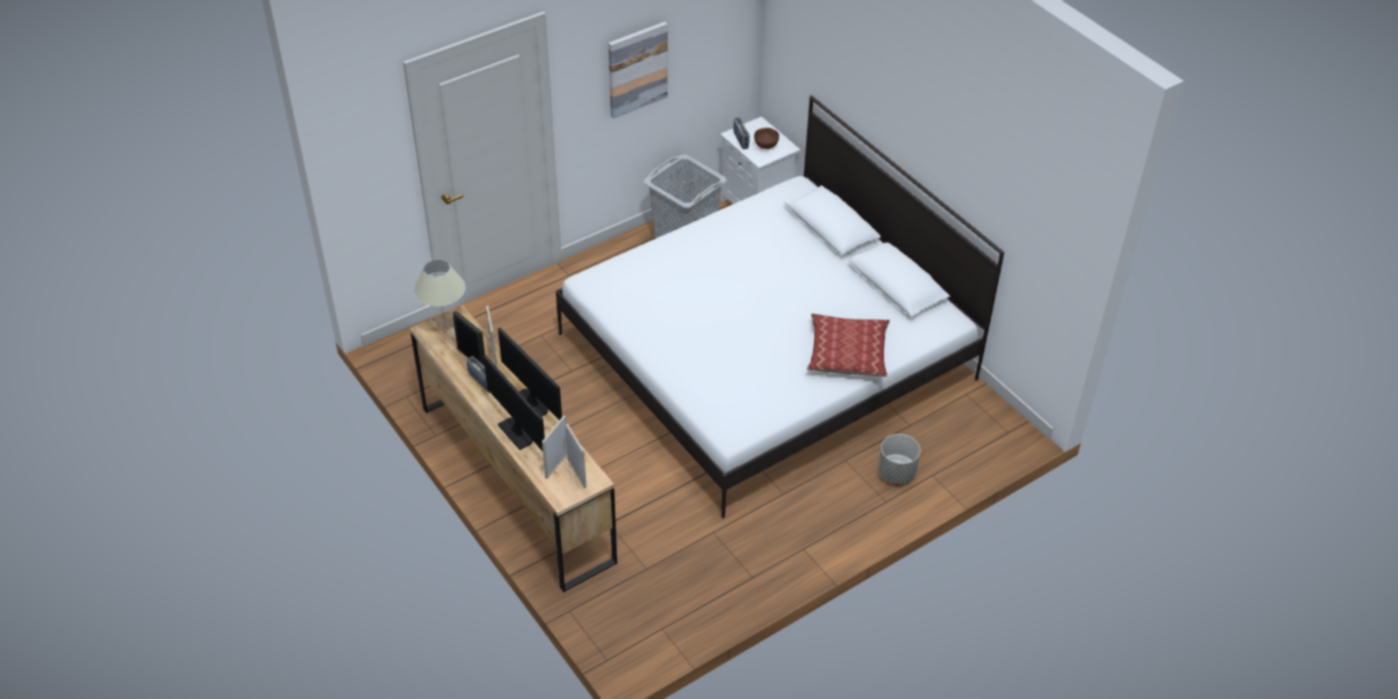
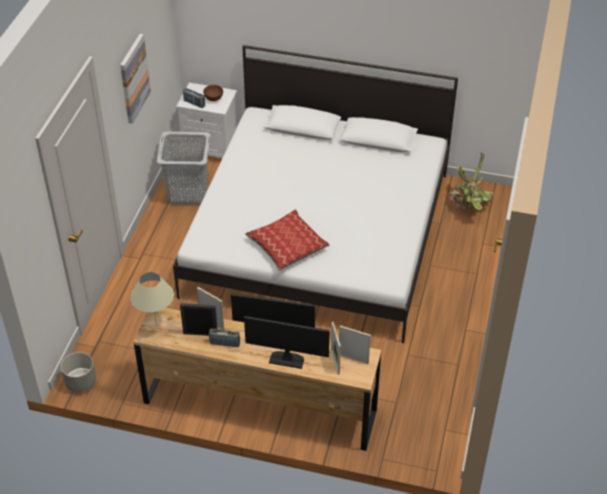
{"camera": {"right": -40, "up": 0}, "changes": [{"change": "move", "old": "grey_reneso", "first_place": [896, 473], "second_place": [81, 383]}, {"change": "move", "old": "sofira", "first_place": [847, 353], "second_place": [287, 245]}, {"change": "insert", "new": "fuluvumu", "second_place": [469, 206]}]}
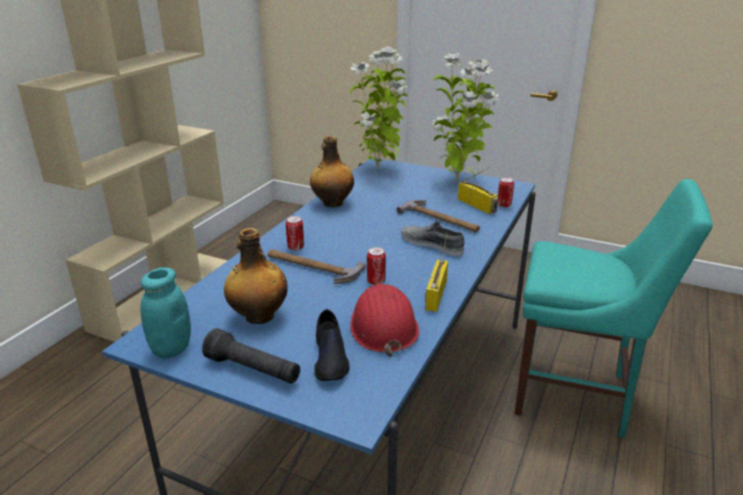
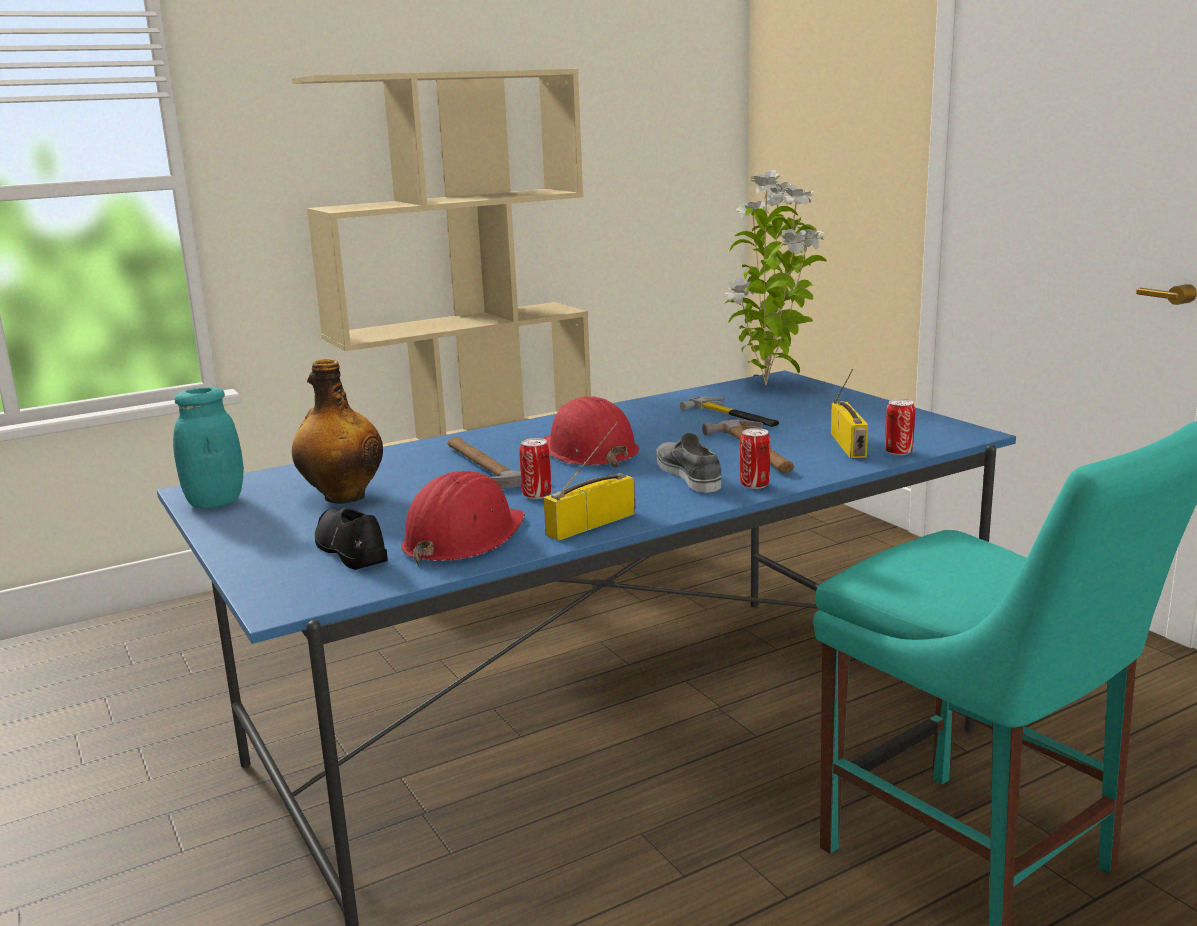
{"camera": {"right": 35, "up": -10}, "changes": [{"change": "rotate", "old": "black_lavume", "first_place": [330, 358], "second_place": [350, 549], "degrees": 120}, {"change": "insert", "new": "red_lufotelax", "second_place": [589, 451]}, {"change": "insert", "new": "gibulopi", "second_place": [733, 416]}, {"change": "move", "old": "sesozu", "first_place": [295, 247], "second_place": [754, 485]}, {"change": "delete", "old": "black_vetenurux", "first_place": [253, 370]}, {"change": "delete", "old": "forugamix", "first_place": [332, 203]}, {"change": "delete", "old": "fuluvumu", "first_place": [458, 182]}]}
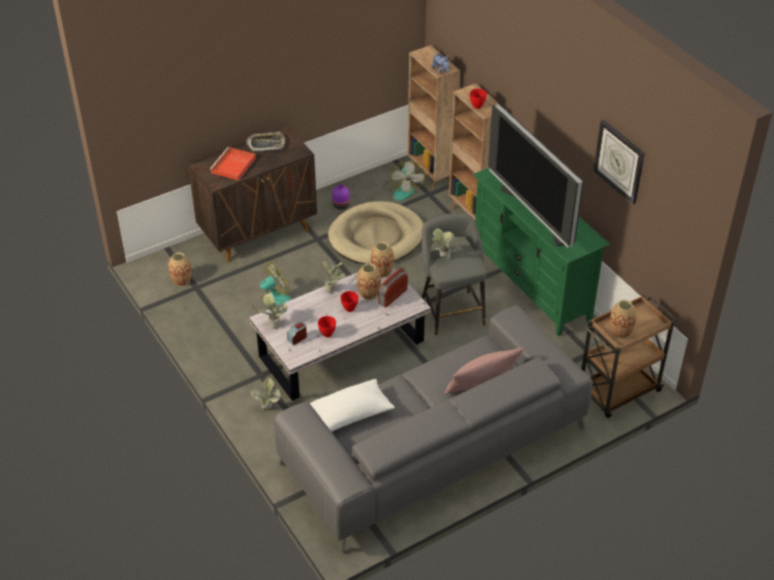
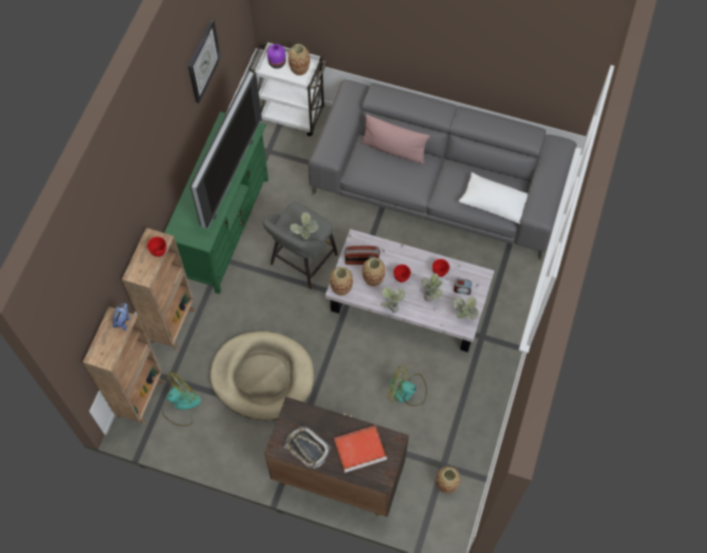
{"camera": {"right": -130, "up": 20}, "changes": [{"change": "recolor", "old": "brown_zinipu", "new": "white_zinipu", "first_place": [618, 392], "second_place": [292, 115]}, {"change": "move", "old": "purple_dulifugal", "first_place": [341, 205], "second_place": [276, 63]}, {"change": "move", "old": "fuluvumu", "first_place": [267, 409], "second_place": [430, 295]}]}
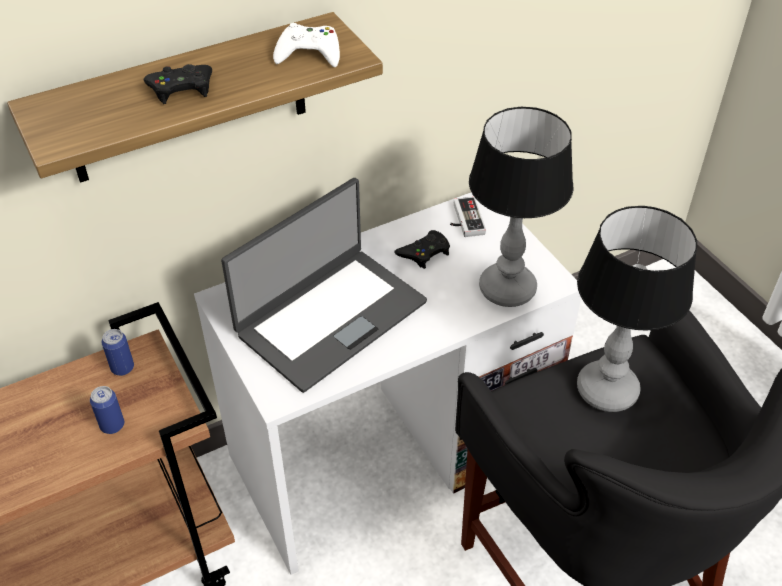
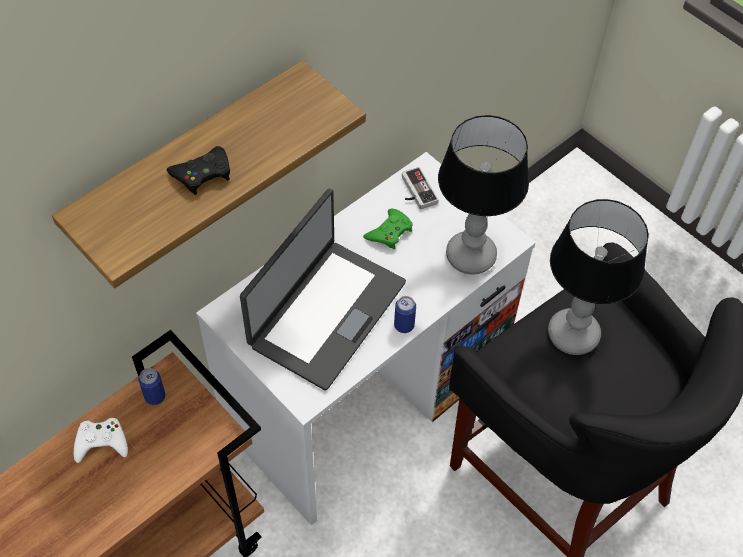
{"camera": {"right": -15, "up": 10}, "changes": [{"change": "move", "old": "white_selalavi", "first_place": [309, 53], "second_place": [101, 442]}, {"change": "recolor", "old": "black_selalavi", "new": "green_selalavi", "first_place": [424, 253], "second_place": [389, 232]}, {"change": "move", "old": "sesozu", "first_place": [112, 425], "second_place": [404, 325]}]}
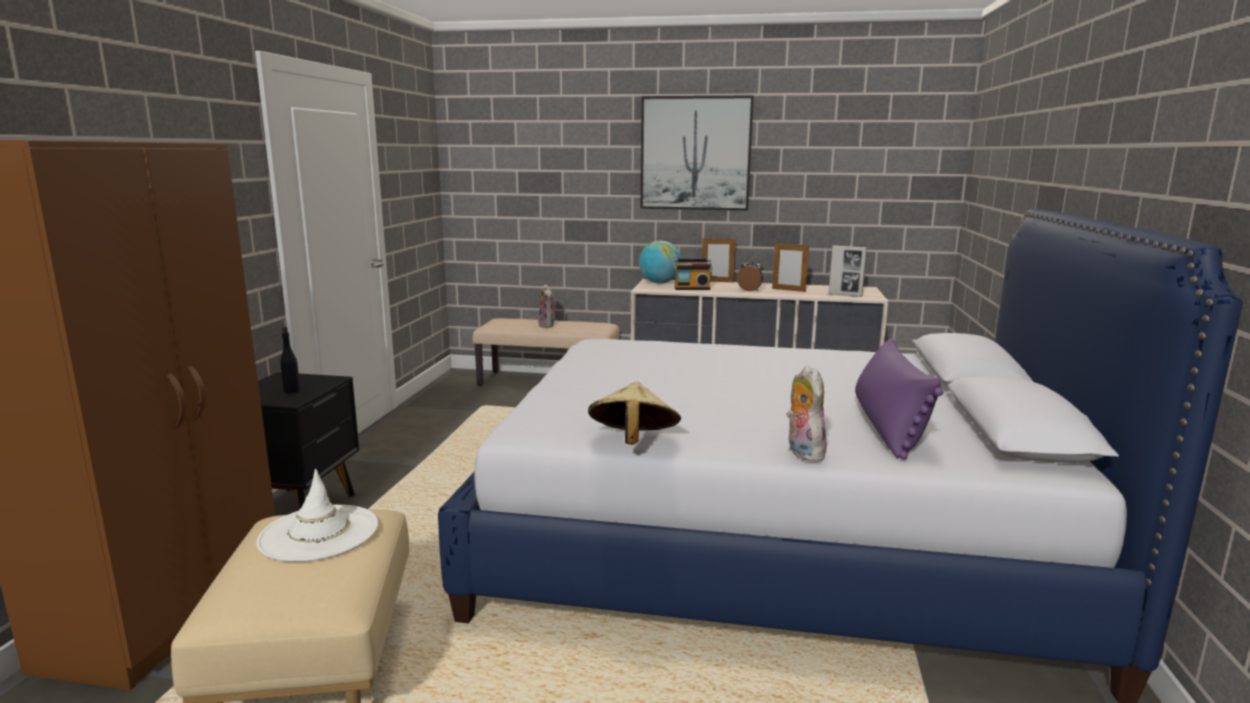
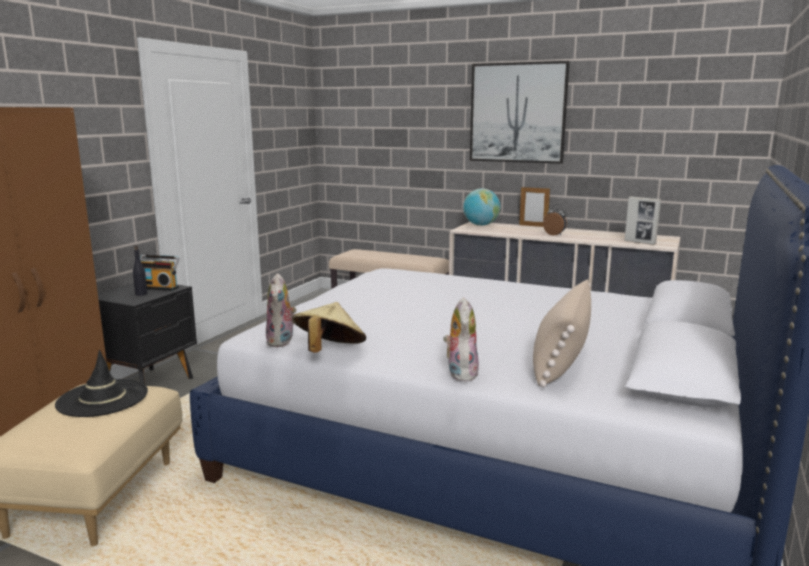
{"camera": {"right": 15, "up": 0}, "changes": [{"change": "recolor", "old": "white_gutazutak", "new": "black_gutazutak", "first_place": [319, 533], "second_place": [102, 398]}, {"change": "move", "old": "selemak", "first_place": [692, 288], "second_place": [160, 287]}, {"change": "move", "old": "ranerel", "first_place": [548, 325], "second_place": [282, 342]}, {"change": "recolor", "old": "purple_sofira", "new": "beige_sofira", "first_place": [888, 427], "second_place": [561, 359]}, {"change": "delete", "old": "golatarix", "first_place": [788, 290]}]}
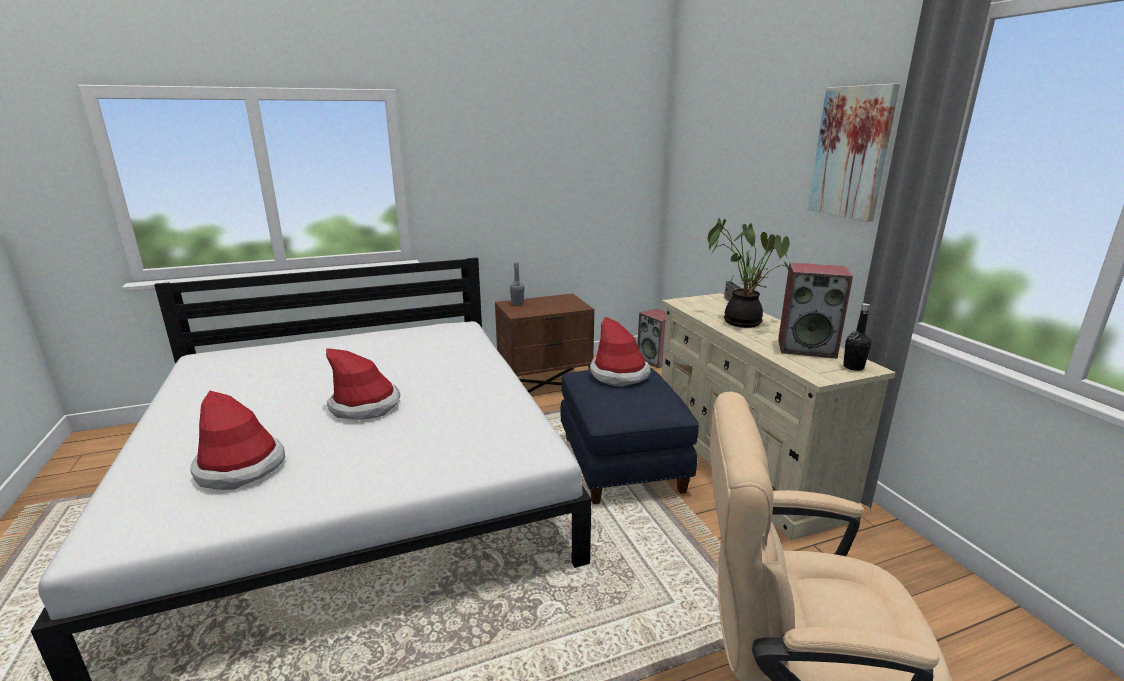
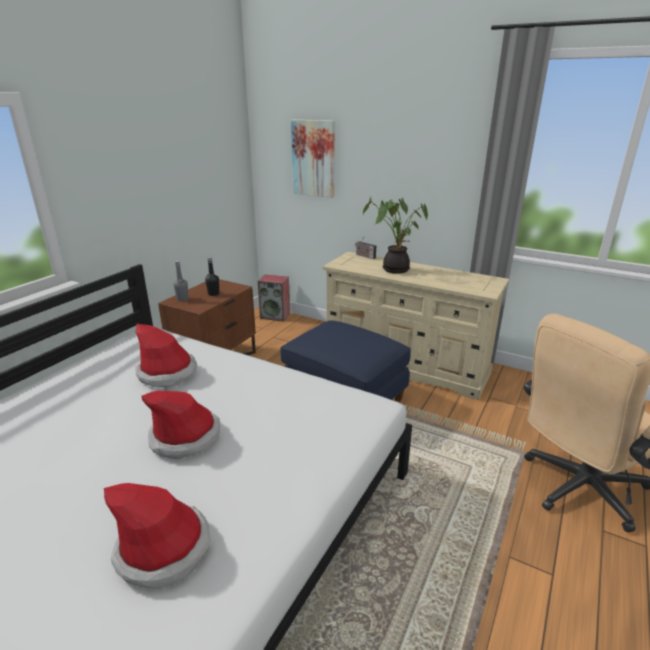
{"camera": {"right": -40, "up": 5}, "changes": [{"change": "move", "old": "gutazutak", "first_place": [619, 374], "second_place": [167, 373]}, {"change": "move", "old": "black_forugamix", "first_place": [853, 367], "second_place": [213, 294]}, {"change": "move", "old": "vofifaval", "first_place": [852, 152], "second_place": [313, 158]}, {"change": "delete", "old": "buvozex", "first_place": [807, 348]}]}
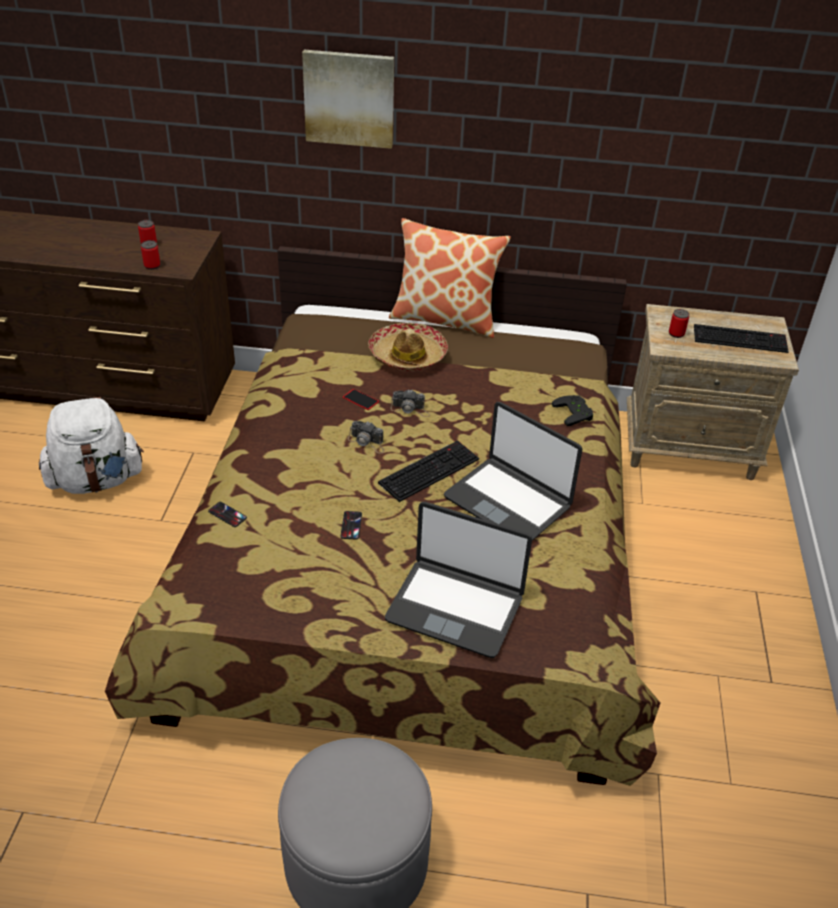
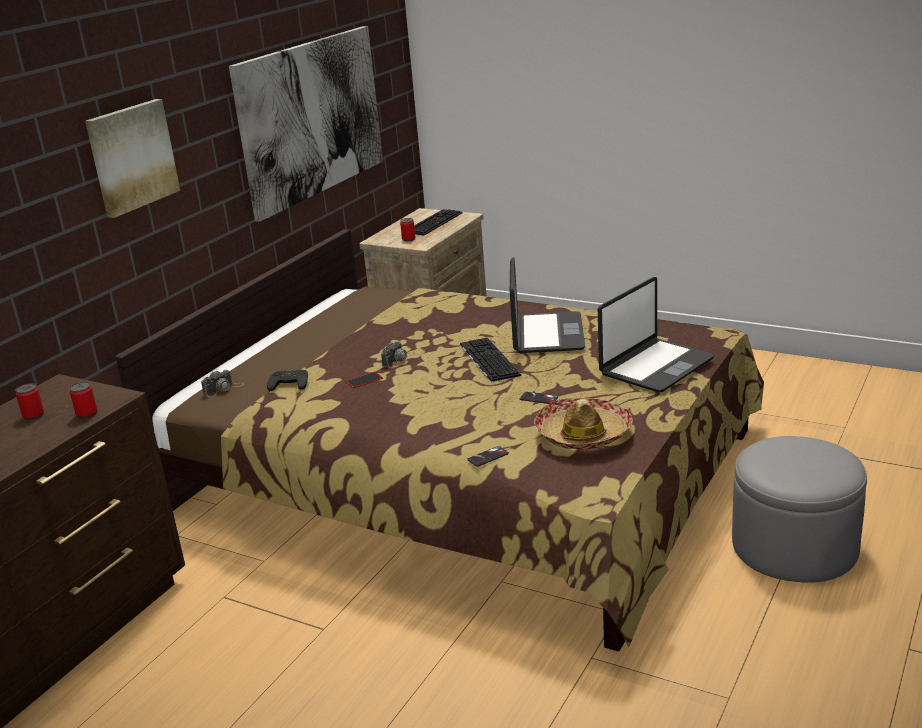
{"camera": {"right": -65, "up": -15}, "changes": [{"change": "move", "old": "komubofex", "first_place": [367, 442], "second_place": [223, 388]}, {"change": "insert", "new": "vofifaval", "second_place": [311, 118]}, {"change": "move", "old": "black_selalavi", "first_place": [575, 413], "second_place": [290, 382]}, {"change": "rotate", "old": "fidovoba", "first_place": [508, 501], "second_place": [546, 334], "degrees": -60}, {"change": "move", "old": "gutazutak", "first_place": [407, 356], "second_place": [583, 434]}, {"change": "delete", "old": "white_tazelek", "first_place": [96, 480]}, {"change": "delete", "old": "sofira", "first_place": [445, 319]}]}
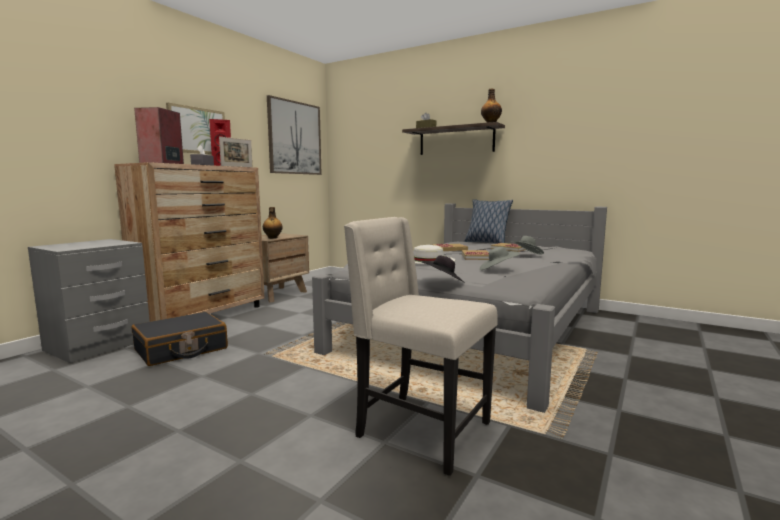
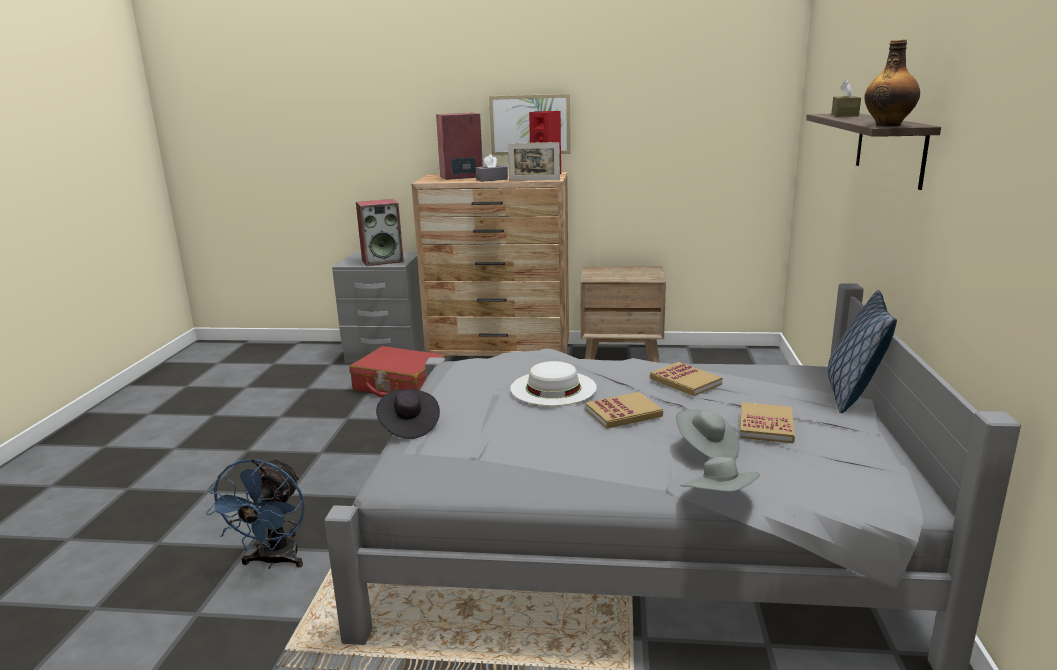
{"camera": {"right": 65, "up": 10}, "changes": [{"change": "replace", "old": "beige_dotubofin", "new": "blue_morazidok", "first_place": [420, 430], "second_place": [274, 561]}, {"change": "recolor", "old": "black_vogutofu", "new": "red_vogutofu", "first_place": [181, 349], "second_place": [400, 385]}, {"change": "insert", "new": "buvozex", "second_place": [383, 260]}, {"change": "move", "old": "grey_gutazutak", "first_place": [498, 270], "second_place": [719, 499]}, {"change": "delete", "old": "forugamix", "first_place": [272, 238]}, {"change": "delete", "old": "vofifaval", "first_place": [294, 138]}]}
